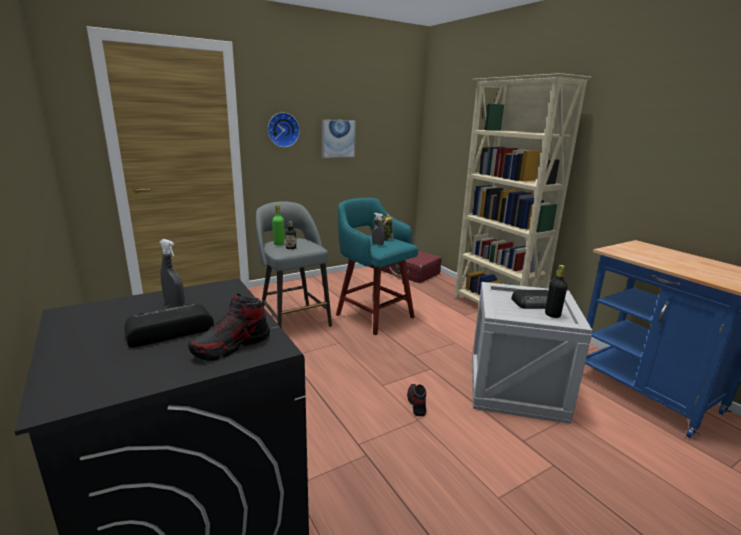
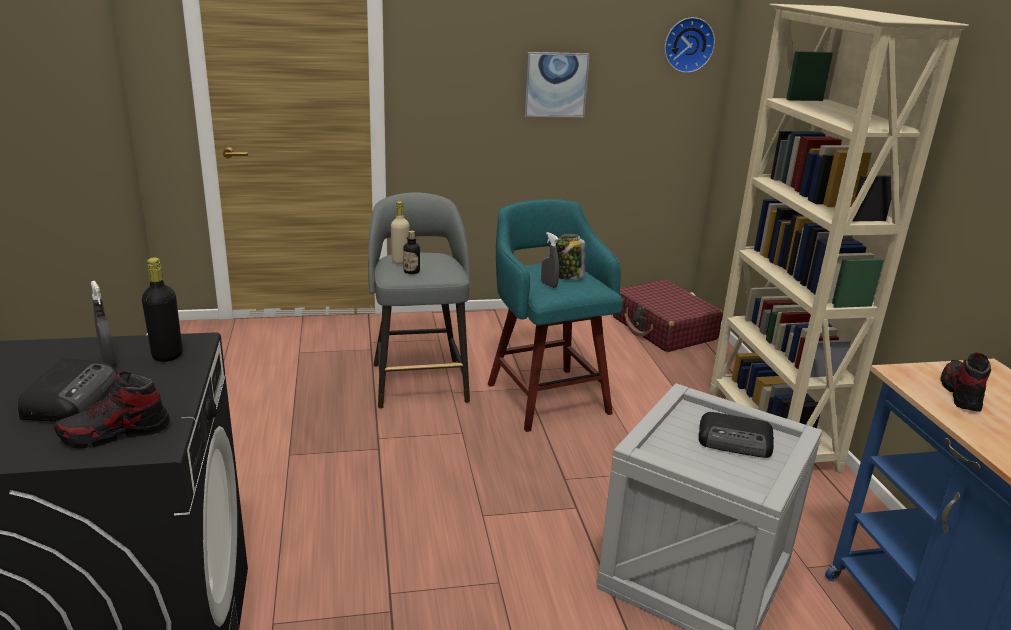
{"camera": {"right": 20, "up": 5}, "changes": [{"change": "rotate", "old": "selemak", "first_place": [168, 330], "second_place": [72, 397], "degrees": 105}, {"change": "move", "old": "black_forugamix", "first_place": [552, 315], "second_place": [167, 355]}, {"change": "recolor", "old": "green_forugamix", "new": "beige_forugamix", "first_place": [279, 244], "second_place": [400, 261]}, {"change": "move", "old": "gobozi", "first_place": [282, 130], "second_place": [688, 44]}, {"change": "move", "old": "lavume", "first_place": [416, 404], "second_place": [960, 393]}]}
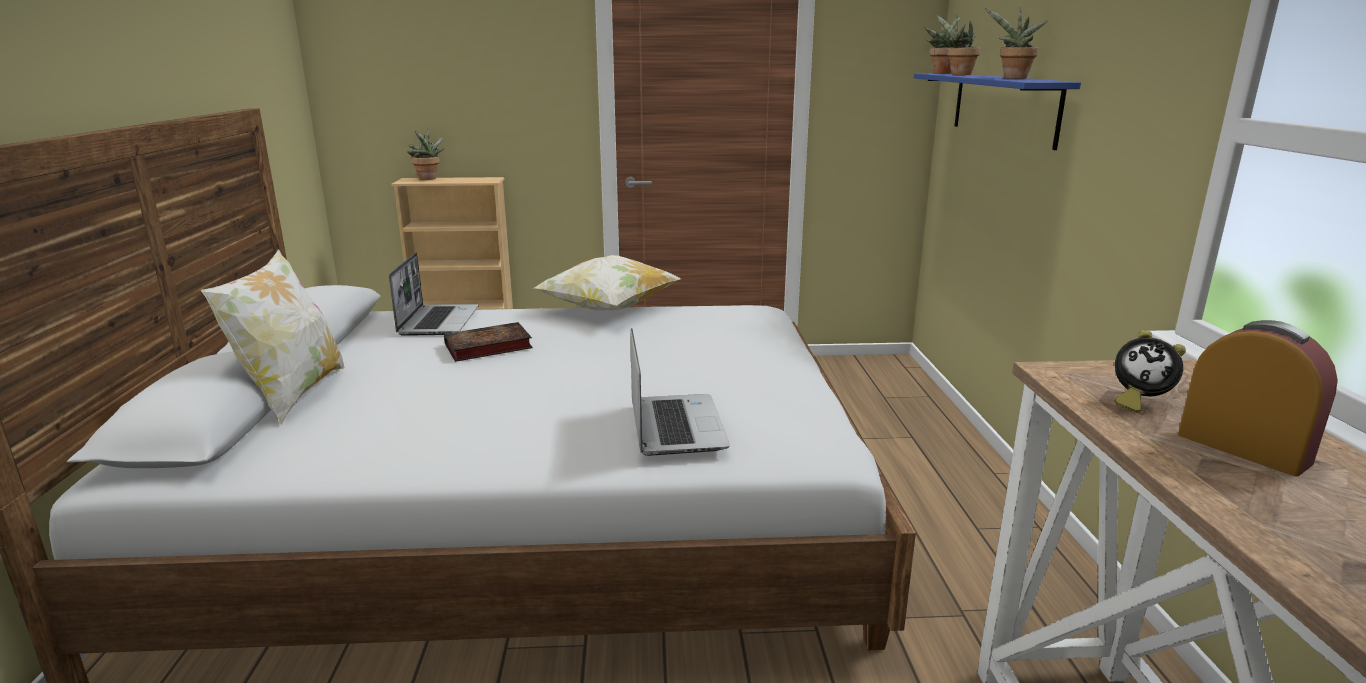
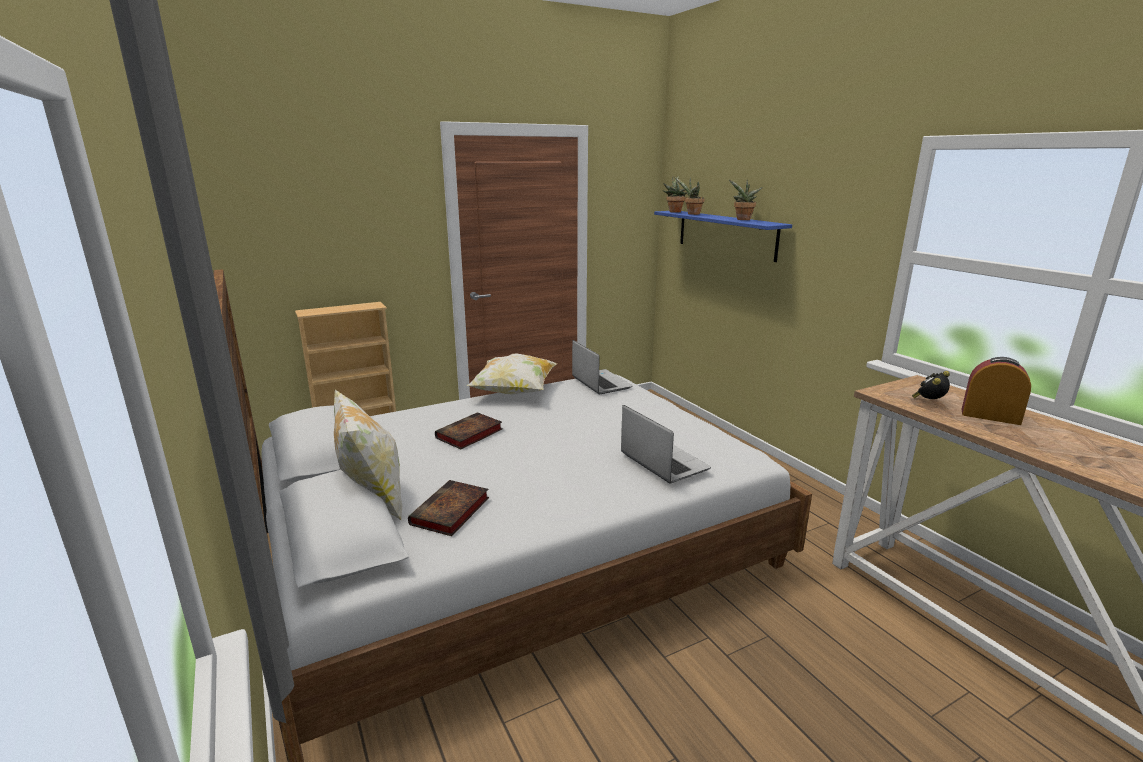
{"camera": {"right": -25, "up": 0}, "changes": [{"change": "insert", "new": "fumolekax", "second_place": [450, 513]}, {"change": "move", "old": "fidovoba", "first_place": [438, 321], "second_place": [600, 383]}, {"change": "rotate", "old": "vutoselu", "first_place": [1137, 402], "second_place": [928, 402], "degrees": 135}, {"change": "delete", "old": "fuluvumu", "first_place": [428, 179]}]}
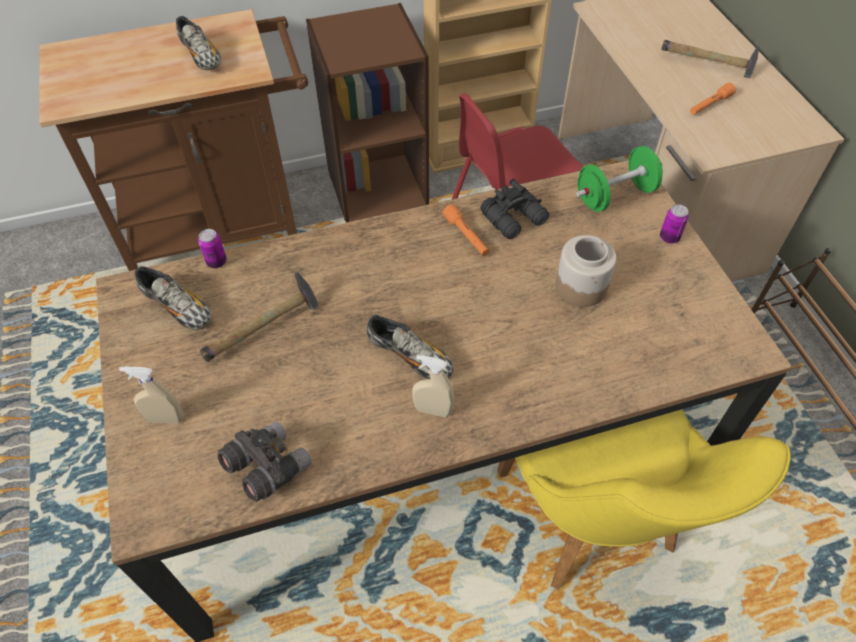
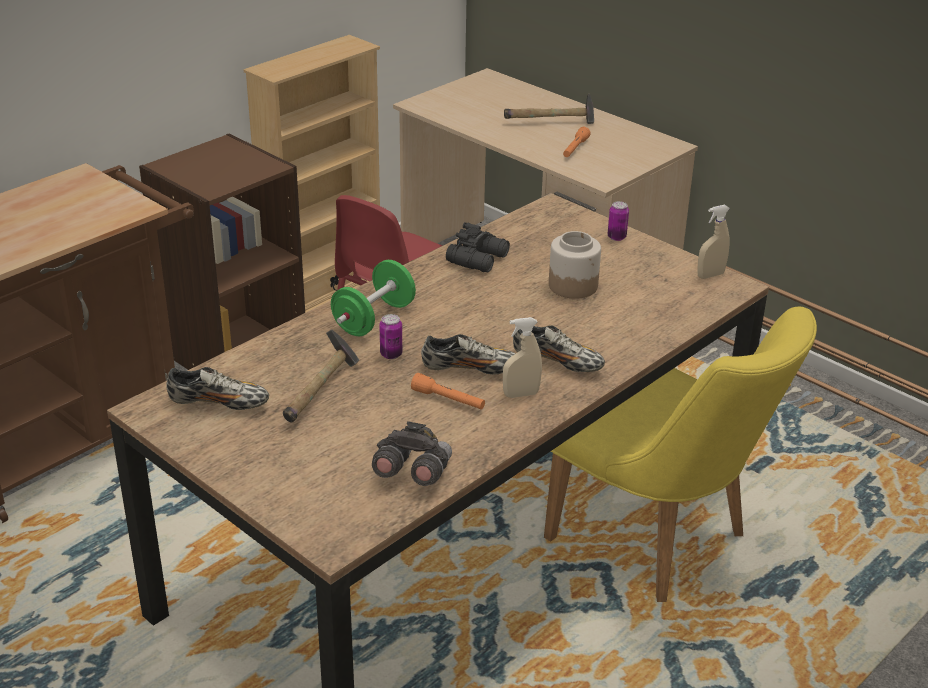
{"camera": {"right": -30, "up": -20}, "changes": [{"change": "move", "old": "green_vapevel", "first_place": [615, 196], "second_place": [374, 319]}, {"change": "move", "old": "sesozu", "first_place": [216, 262], "second_place": [391, 354]}, {"change": "move", "old": "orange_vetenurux", "first_place": [466, 236], "second_place": [448, 400]}, {"change": "move", "old": "lavume", "first_place": [202, 57], "second_place": [557, 362]}, {"change": "move", "old": "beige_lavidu", "first_place": [166, 419], "second_place": [710, 275]}]}
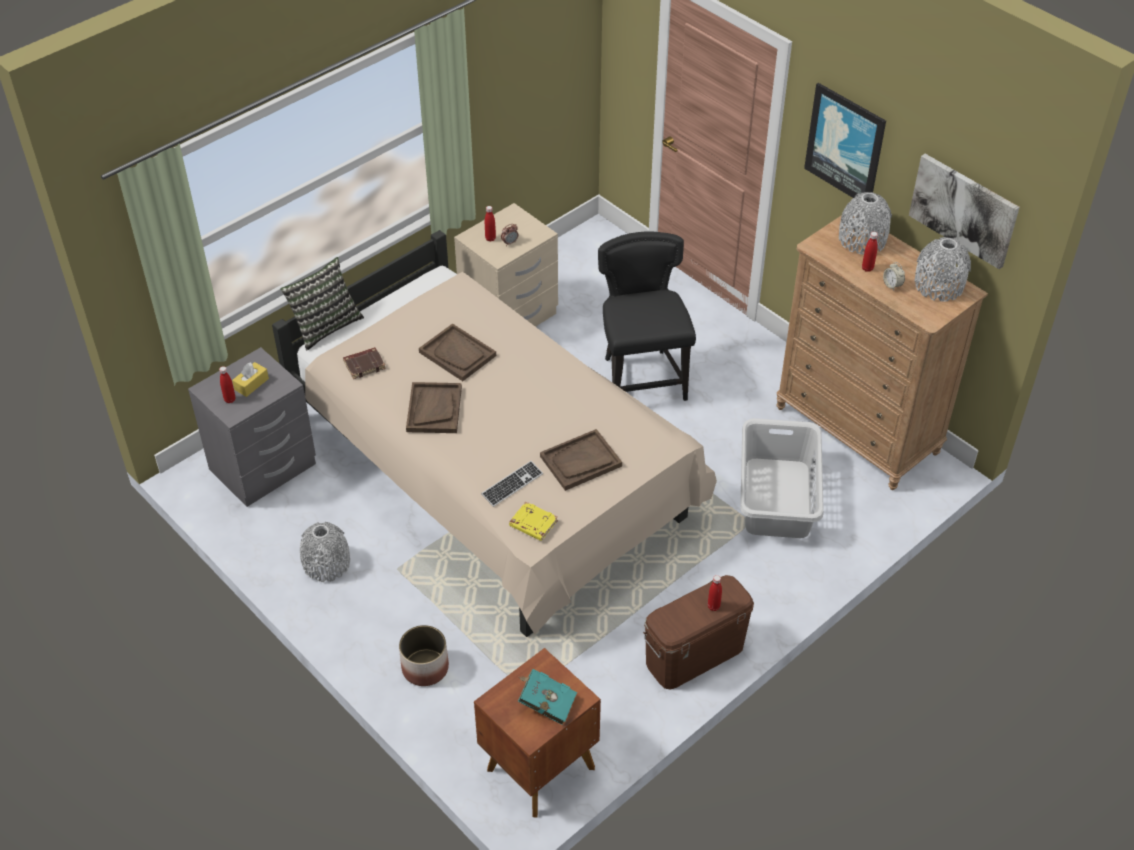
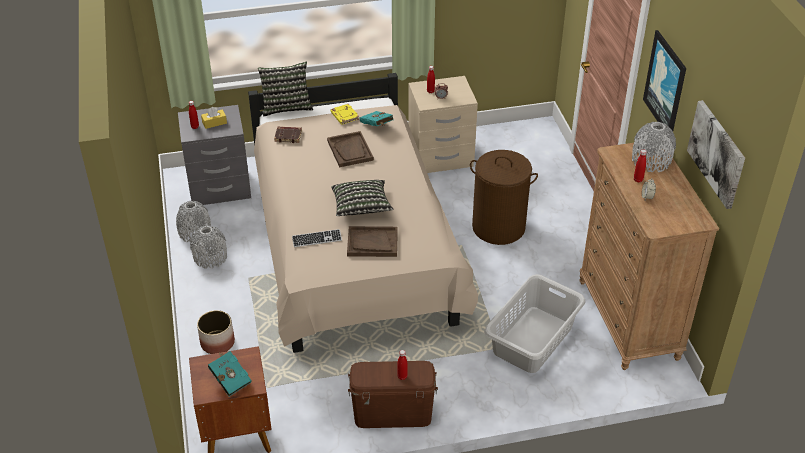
{"camera": {"right": 30, "up": -5}, "changes": [{"change": "move", "old": "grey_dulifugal", "first_place": [938, 285], "second_place": [195, 232]}, {"change": "move", "old": "yellow_fumolekax", "first_place": [532, 524], "second_place": [344, 116]}, {"change": "insert", "new": "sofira", "second_place": [361, 207]}, {"change": "insert", "new": "turquoise_fumolekax", "second_place": [377, 126]}, {"change": "replace", "old": "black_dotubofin", "new": "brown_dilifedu", "first_place": [642, 378], "second_place": [499, 227]}, {"change": "delete", "old": "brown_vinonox", "first_place": [434, 409]}]}
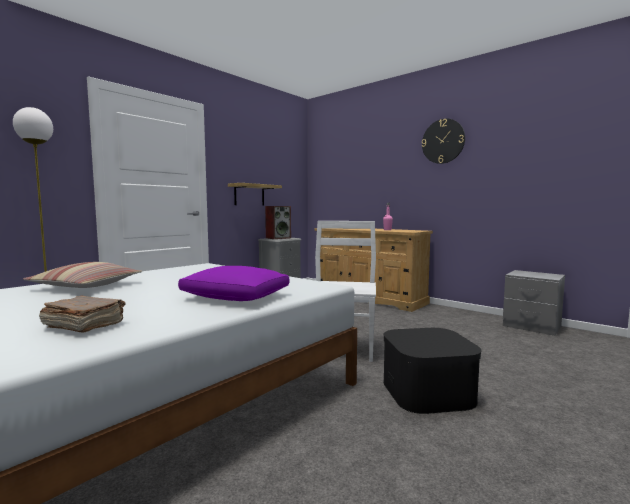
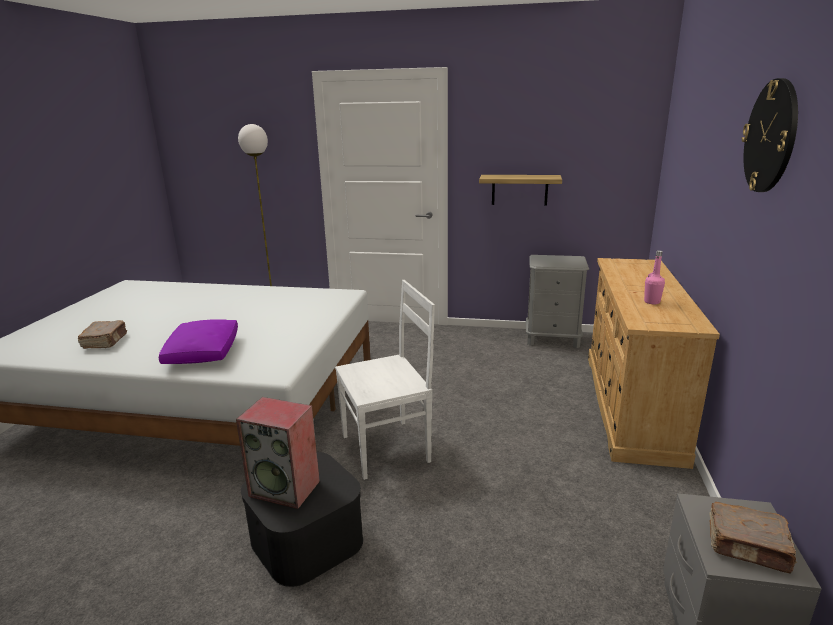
{"camera": {"right": 60, "up": 15}, "changes": [{"change": "move", "old": "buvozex", "first_place": [278, 238], "second_place": [286, 488]}, {"change": "insert", "new": "brown_fumolekax", "second_place": [748, 547]}, {"change": "delete", "old": "sofira", "first_place": [87, 286]}]}
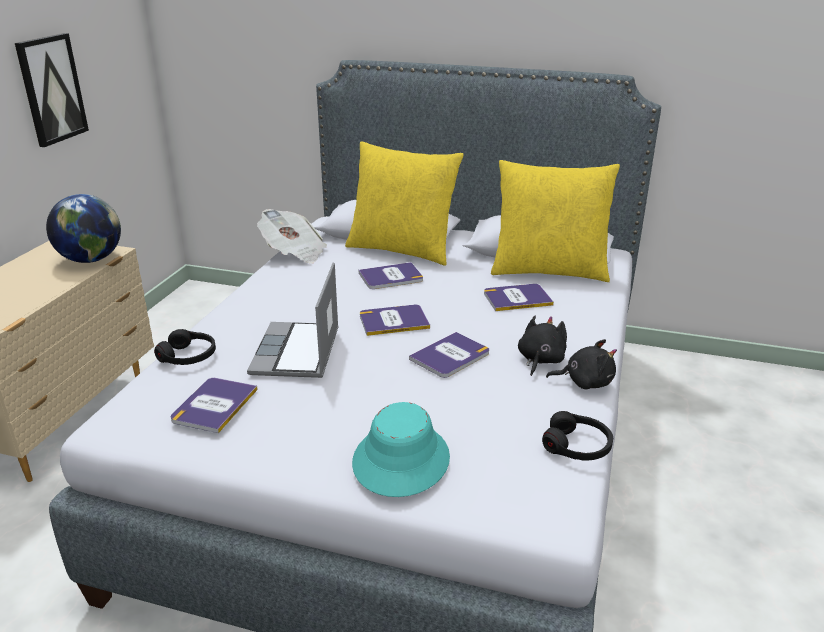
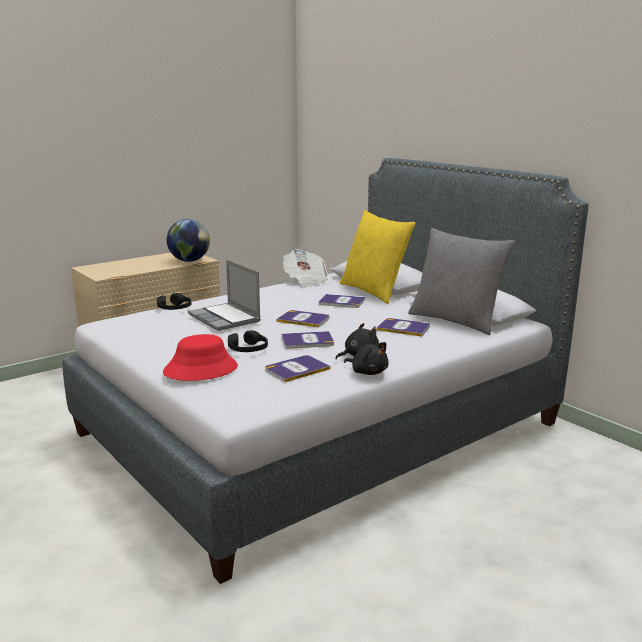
{"camera": {"right": 35, "up": -10}, "changes": [{"change": "recolor", "old": "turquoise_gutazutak", "new": "red_gutazutak", "first_place": [400, 460], "second_place": [200, 369]}, {"change": "rotate", "old": "fidovoba", "first_place": [297, 353], "second_place": [225, 318], "degrees": -75}, {"change": "move", "old": "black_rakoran", "first_place": [577, 446], "second_place": [248, 349]}, {"change": "move", "old": "fumolekax", "first_place": [214, 405], "second_place": [296, 369]}, {"change": "recolor", "old": "yellow_sofira", "new": "grey_sofira", "first_place": [549, 270], "second_place": [456, 321]}, {"change": "delete", "old": "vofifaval", "first_place": [51, 89]}]}
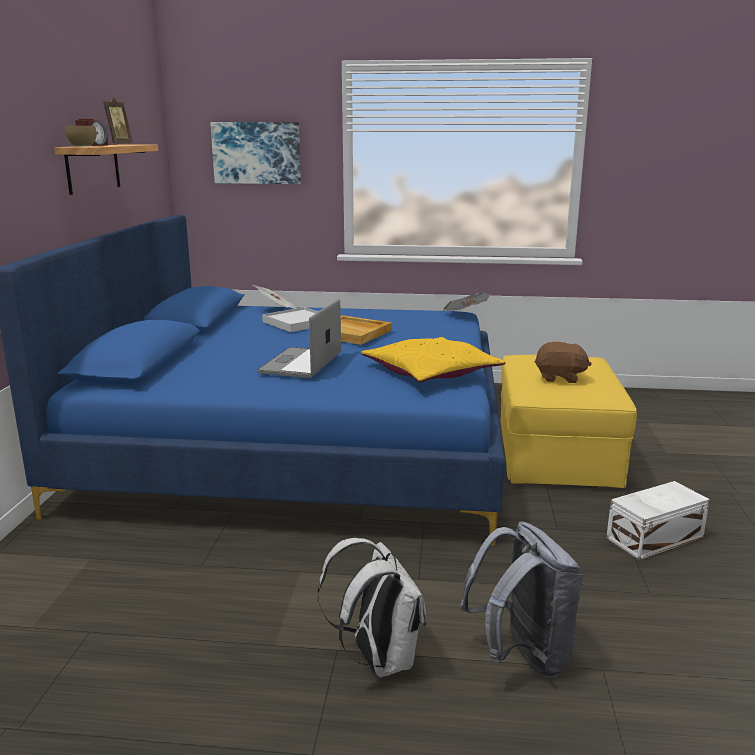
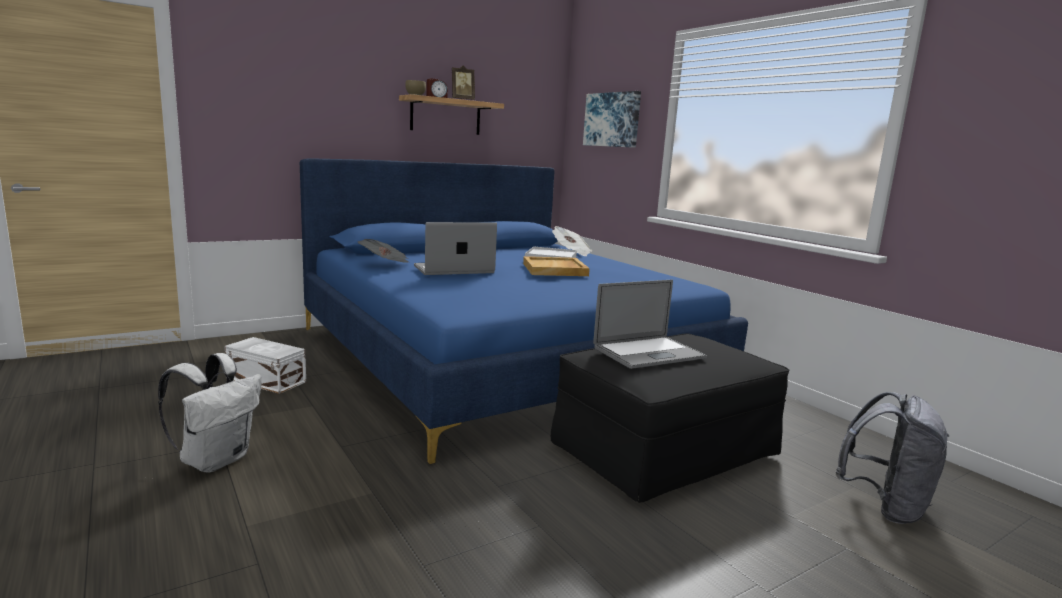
{"camera": {"right": 50, "up": -5}, "changes": [{"change": "move", "old": "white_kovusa", "first_place": [652, 537], "second_place": [266, 380]}, {"change": "move", "old": "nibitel", "first_place": [465, 315], "second_place": [385, 265]}, {"change": "recolor", "old": "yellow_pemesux", "new": "black_pemesux", "first_place": [556, 453], "second_place": [663, 451]}, {"change": "replace", "old": "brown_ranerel", "new": "fidovoba", "first_place": [560, 378], "second_place": [648, 353]}, {"change": "move", "old": "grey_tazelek", "first_place": [522, 655], "second_place": [884, 506]}, {"change": "delete", "old": "yellow_sofira", "first_place": [431, 373]}]}
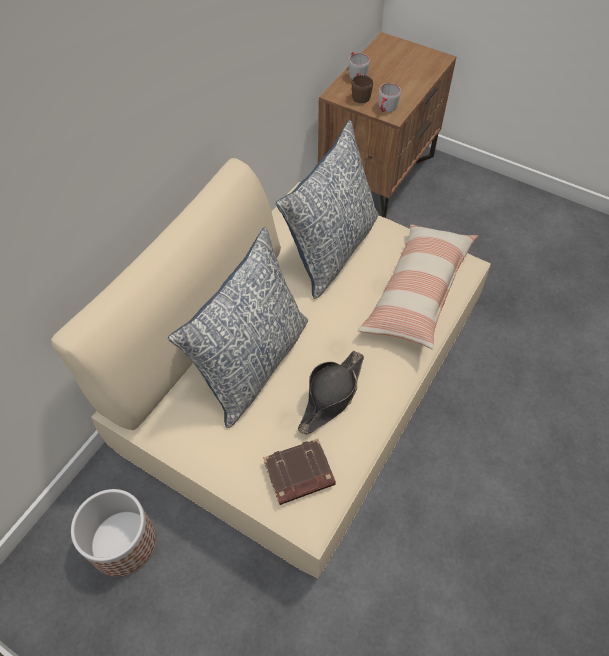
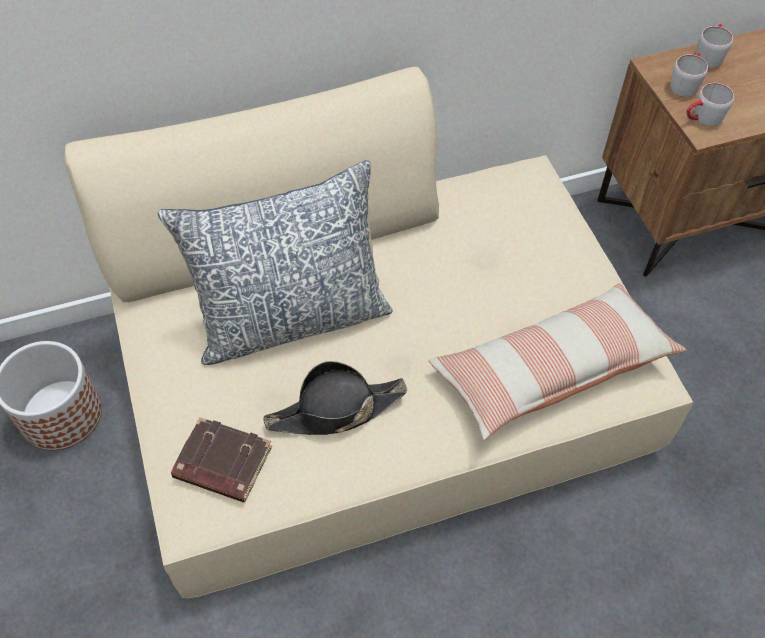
{"camera": {"right": 40, "up": 0}, "changes": [{"change": "recolor", "old": "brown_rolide", "new": "grey_rolide", "first_place": [359, 95], "second_place": [685, 83]}, {"change": "delete", "old": "sofira", "first_place": [332, 249]}]}
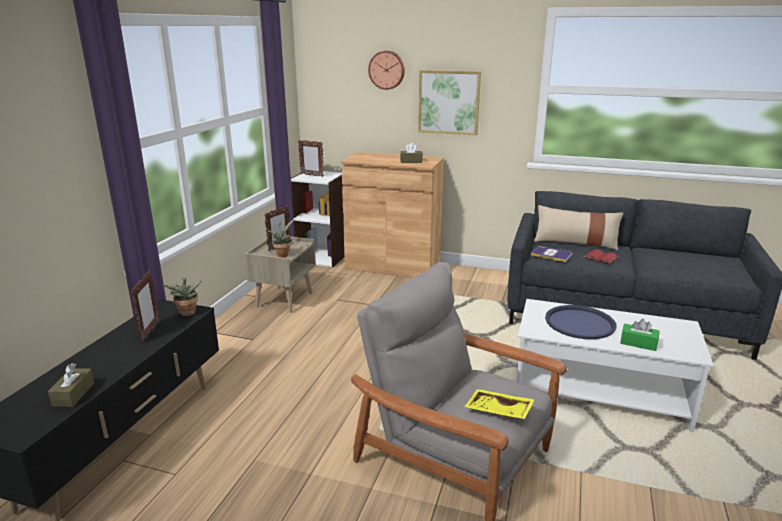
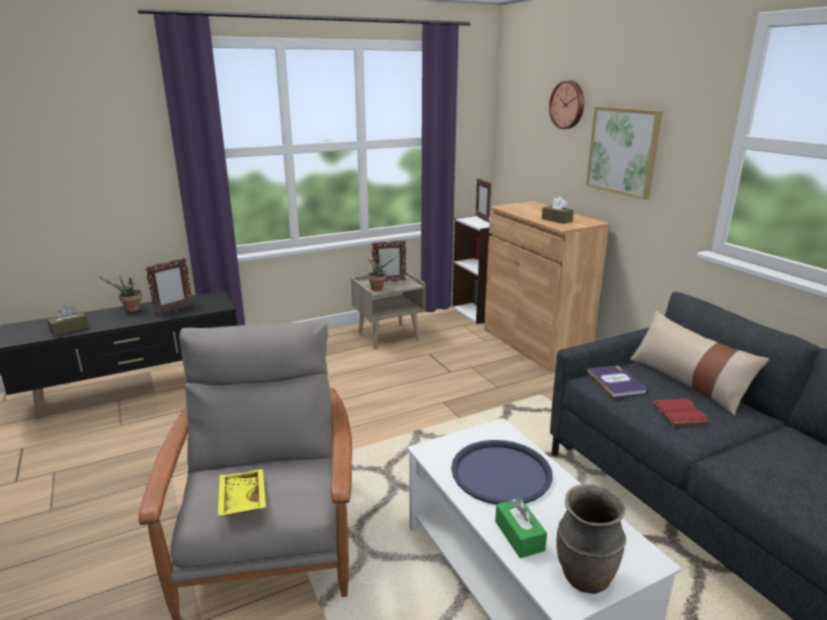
{"camera": {"right": 45, "up": 0}, "changes": [{"change": "move", "old": "fuluvumu", "first_place": [187, 314], "second_place": [131, 310]}, {"change": "insert", "new": "brown_dulifugal", "second_place": [585, 578]}]}
